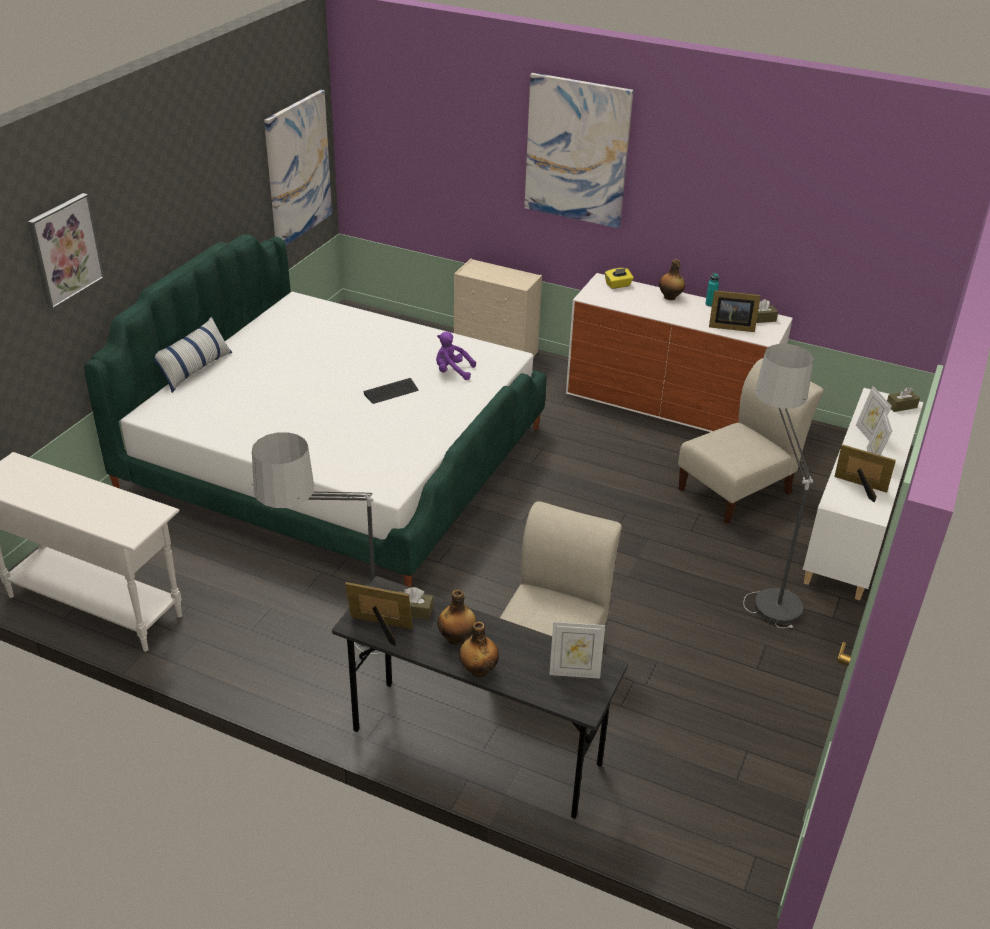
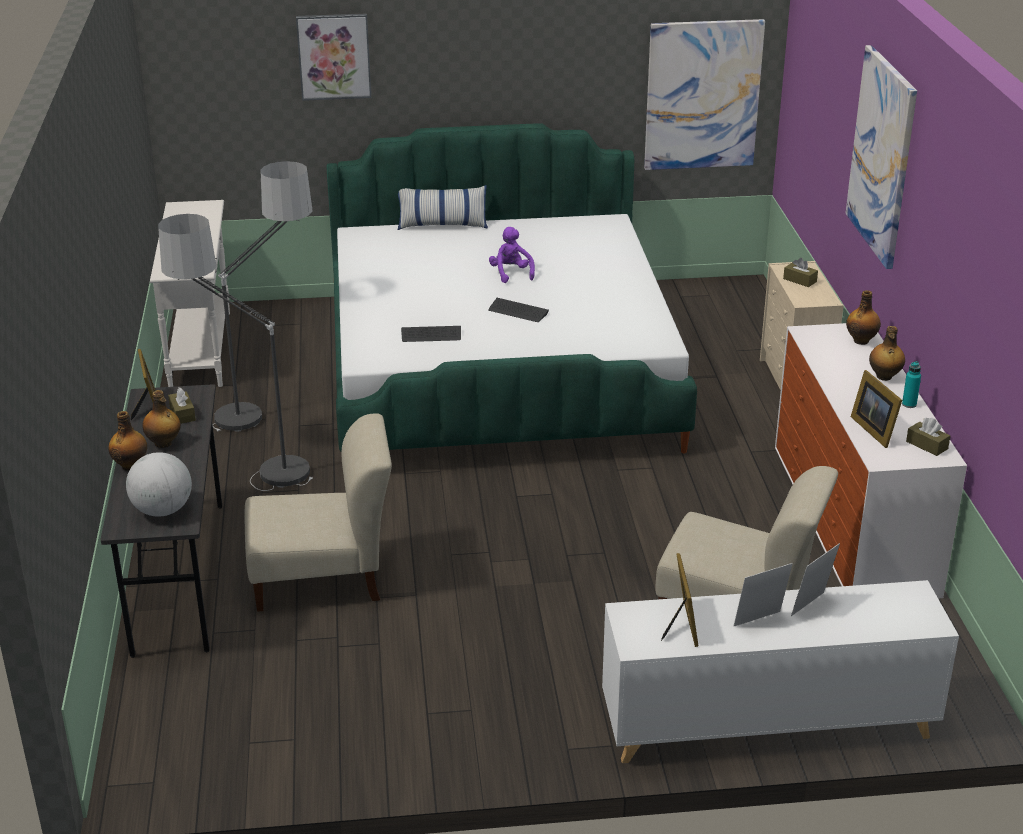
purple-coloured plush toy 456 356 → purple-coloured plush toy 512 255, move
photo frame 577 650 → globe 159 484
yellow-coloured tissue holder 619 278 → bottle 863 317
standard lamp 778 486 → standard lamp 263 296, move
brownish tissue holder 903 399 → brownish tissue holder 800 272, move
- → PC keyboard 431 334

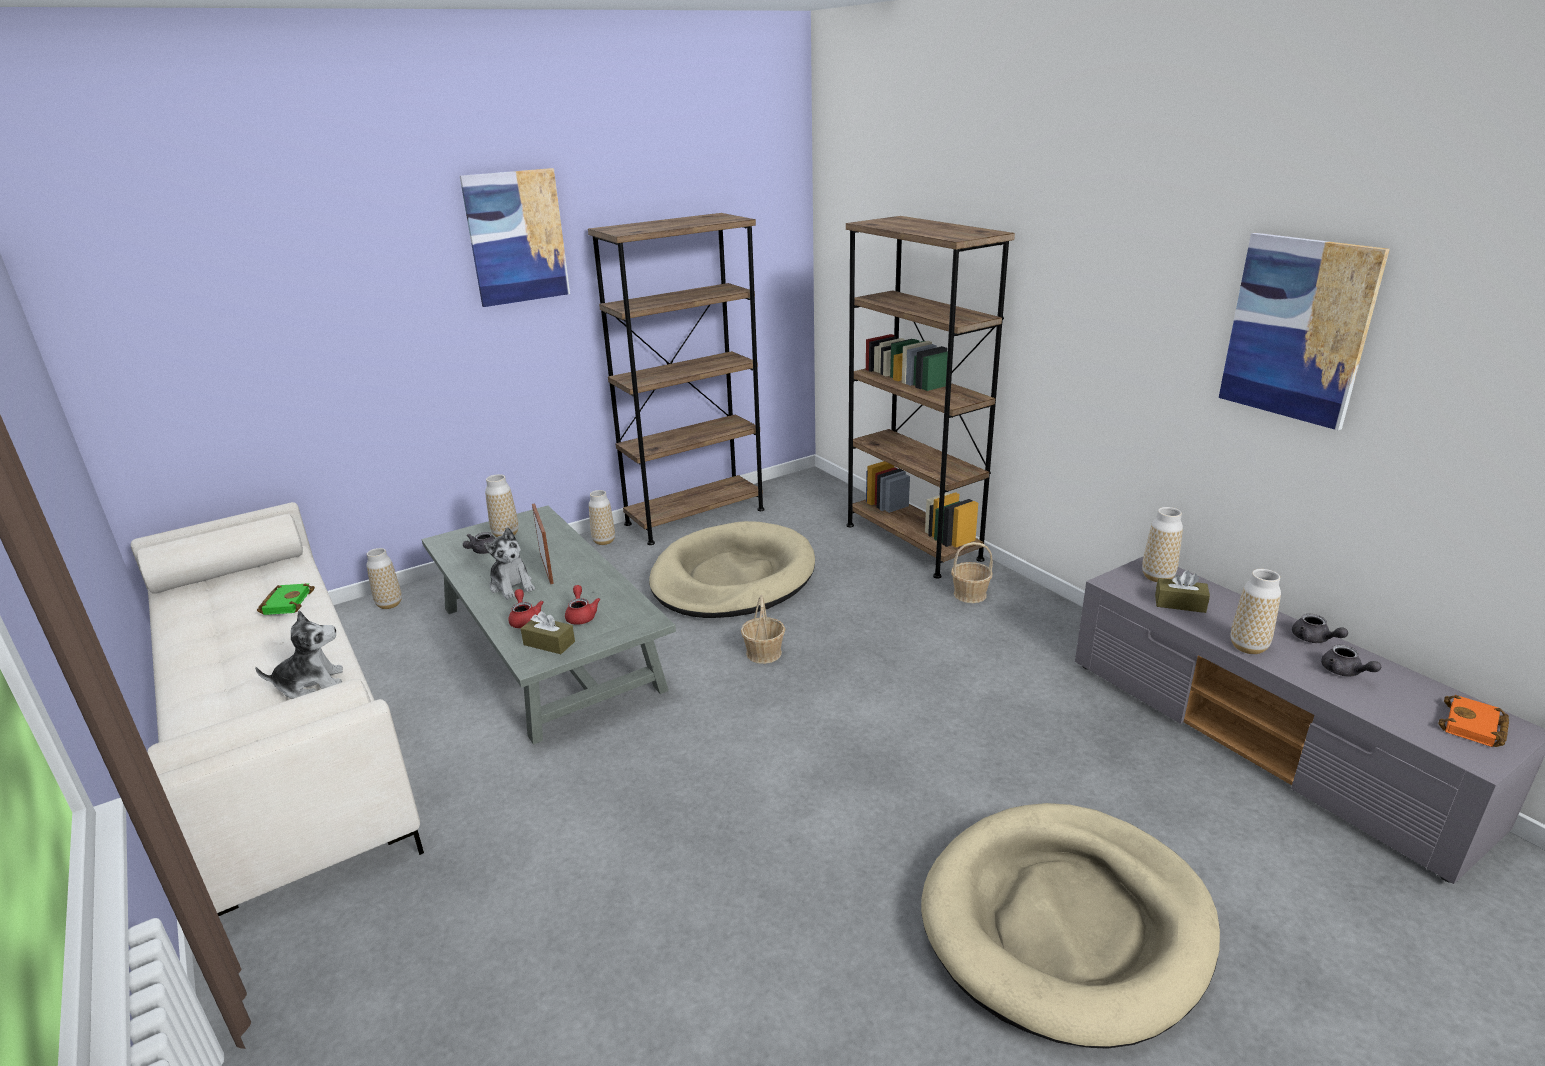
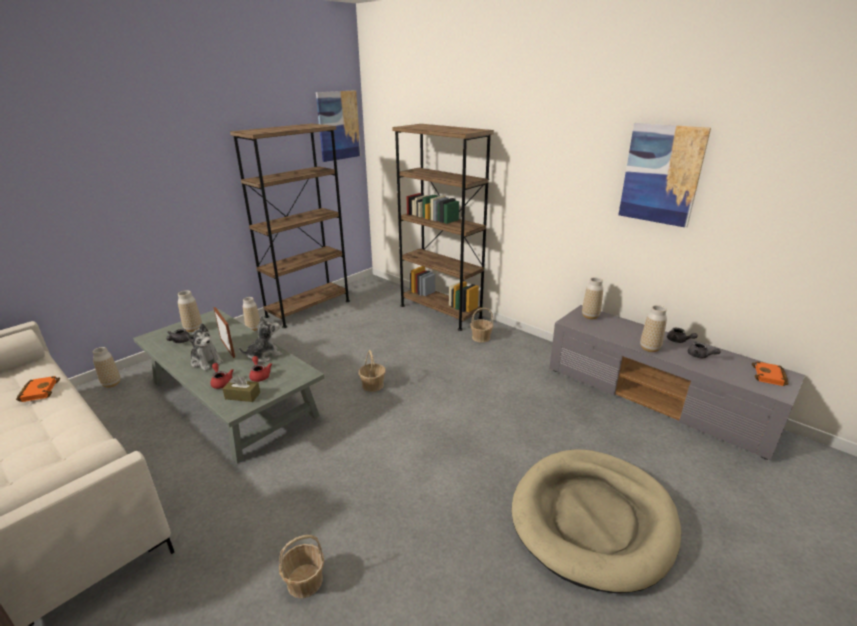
plush toy 299 654 → plush toy 260 339, move
green book 286 599 → orange book 38 389
wall picture 515 237 → wall picture 338 126, move
sand-coloured dog cushion 732 569 → -
brownish tissue holder 1182 591 → -
- → basket 301 566

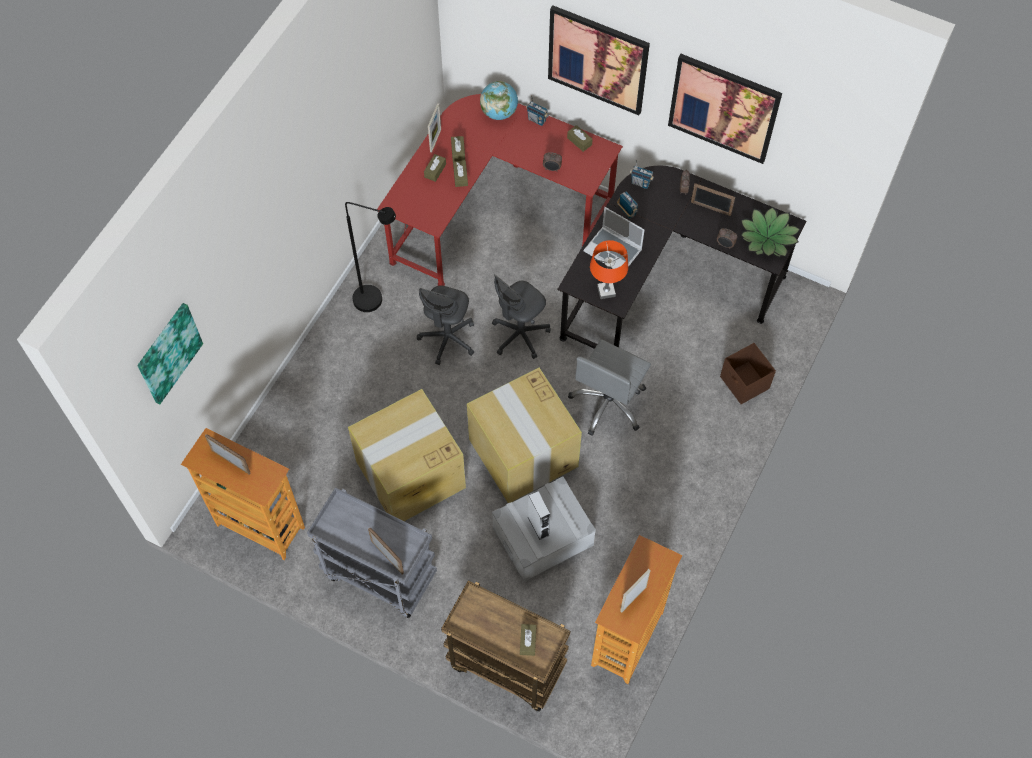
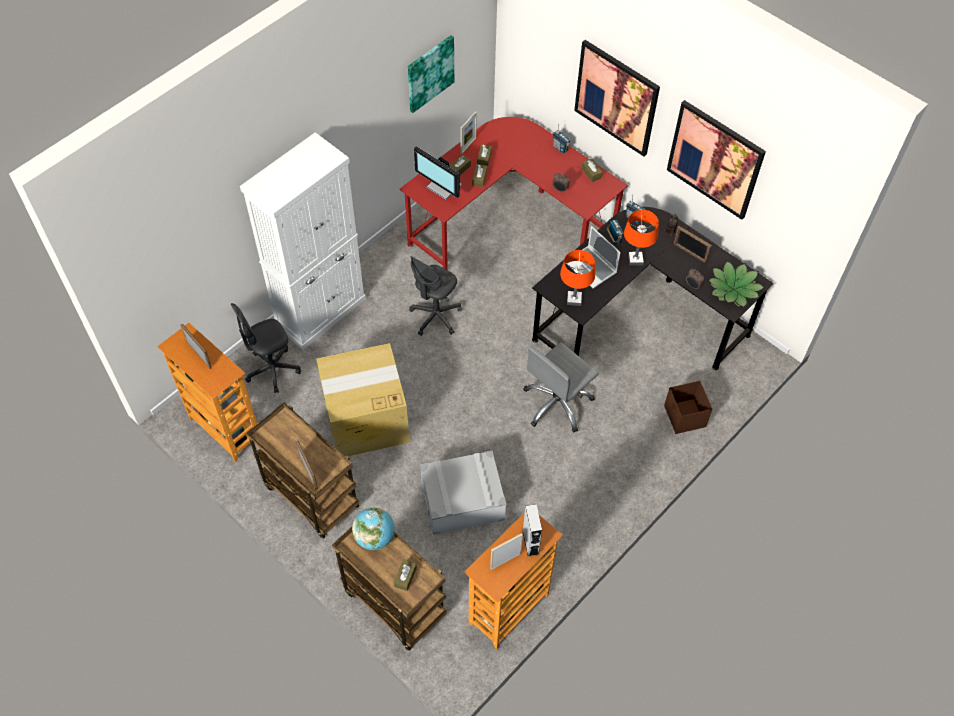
wall picture 170 353 → wall picture 431 74, move
greyish cart 372 552 → brownish cart 303 471
blackish standard lamp 370 257 → -
cardboard box 524 435 → -
globe 499 100 → globe 373 529, move
greyish office chair 521 316 → greyish office chair 266 348, move
greyish loudspeaker 539 515 → greyish loudspeaker 532 530, move
- → white cabinet 303 241
- → computer display 438 173
- → orange tabletop lamp 641 238

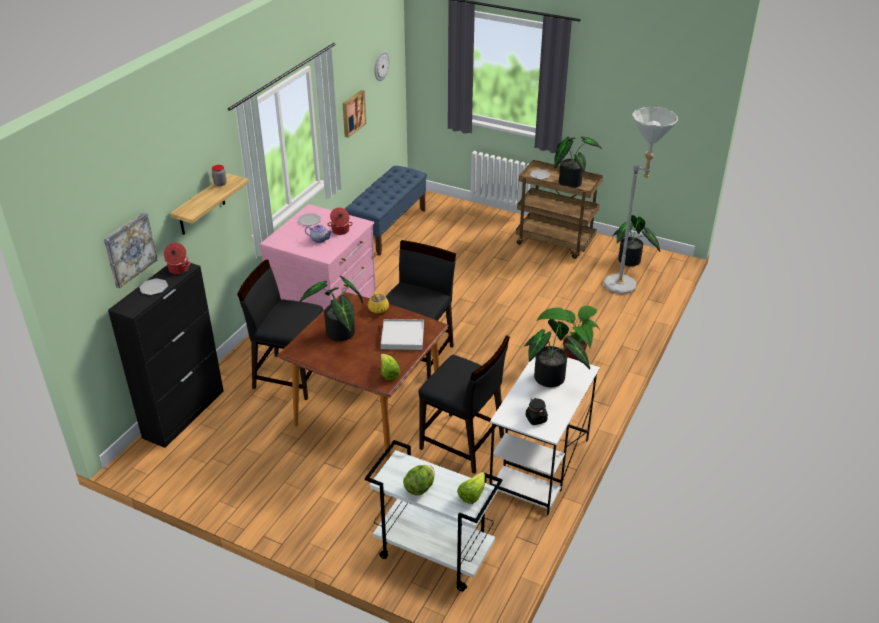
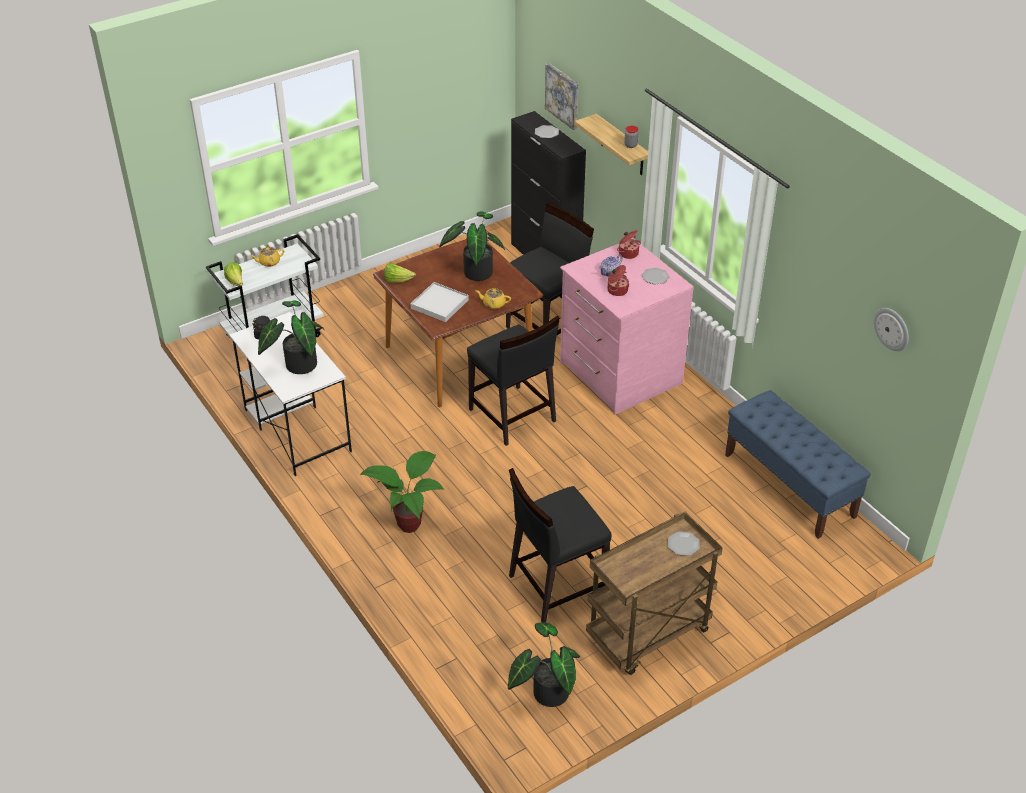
stockpot 177 258 → stockpot 629 244, move
wall picture 354 114 → -
lettuce head 419 480 → yellow-coloured pot for tea 267 257
blackish upright chair 464 404 → blackish upright chair 560 545, move
potted plant 578 162 → -
greyish standard lamp 640 200 → -

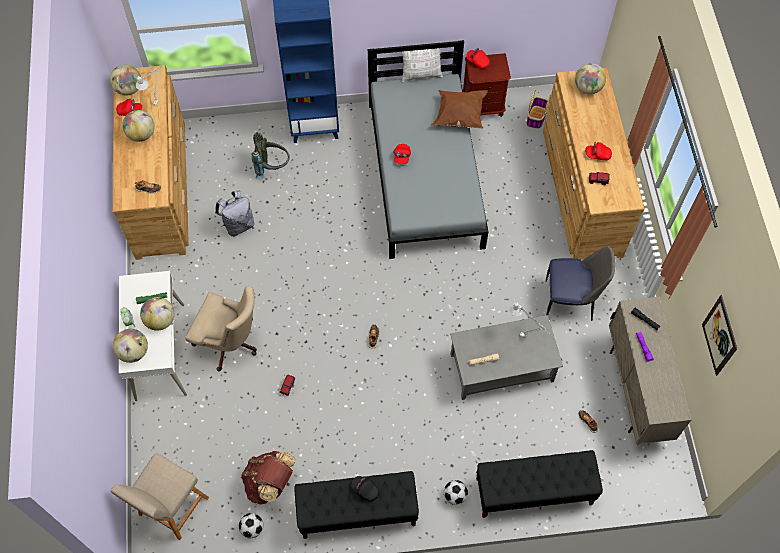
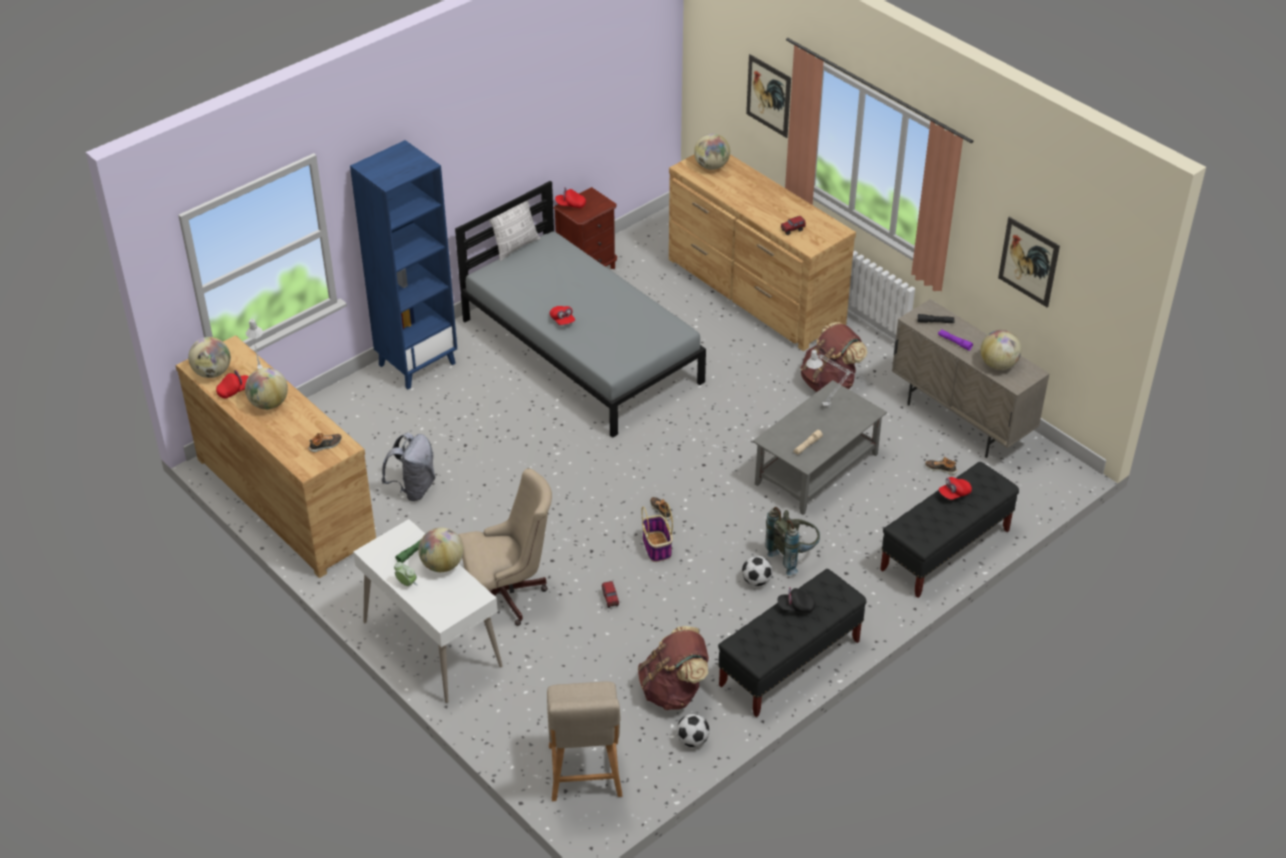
globe 130 346 → globe 1001 350, move
greyish knapsack 271 155 → greyish knapsack 792 541, move
brownish pillow 459 109 → -
football ball 456 492 → football ball 757 571, move
basket 538 109 → basket 657 532, move
upright chair 580 283 → brownish knapsack 833 357
reddish peaked cap 598 151 → reddish peaked cap 955 488, move
- → wall picture 768 96

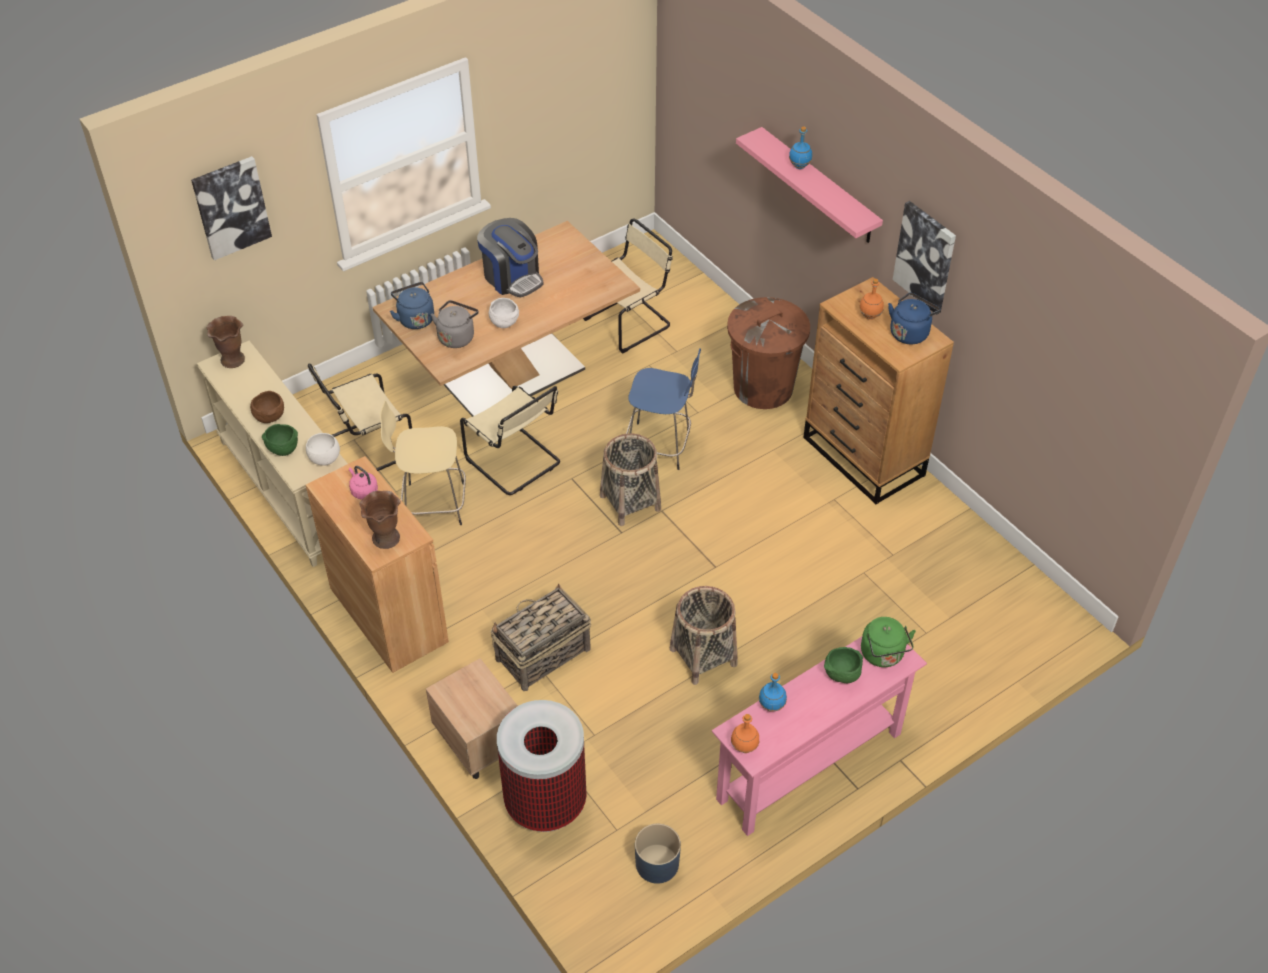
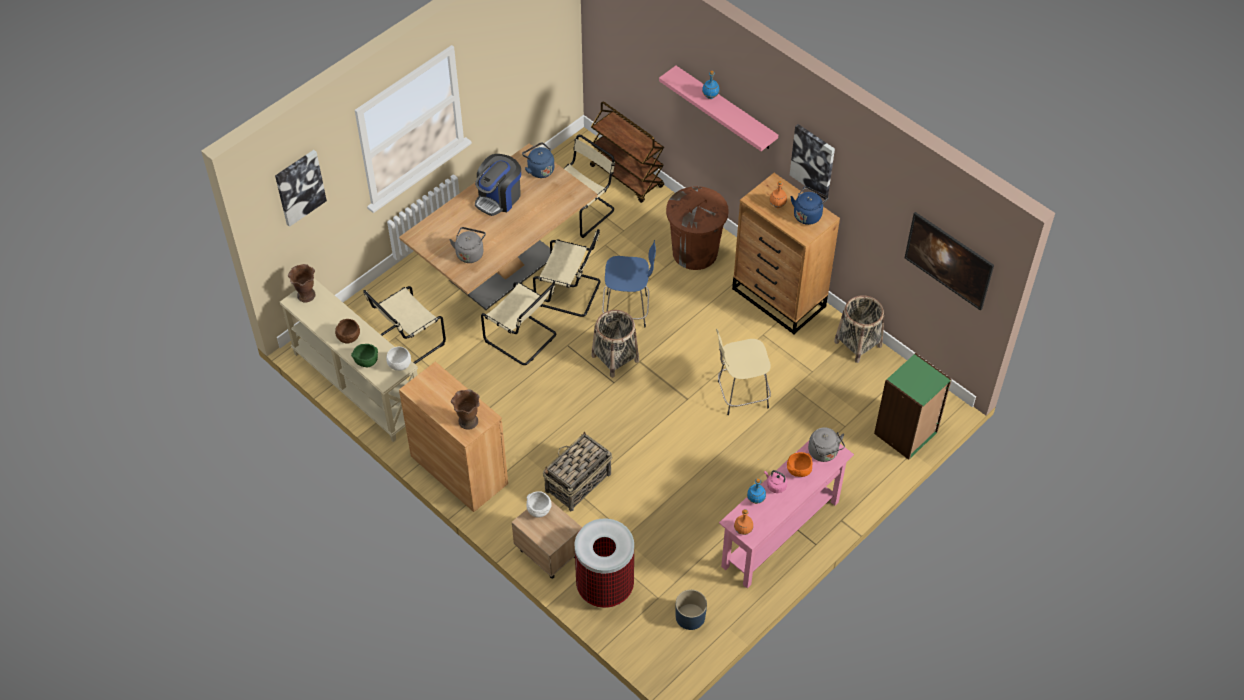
pinkish tea kettle 363 483 → pinkish tea kettle 775 481, move
sand-coloured stool 423 463 → sand-coloured stool 743 372, move
blue-coloured tea kettle 412 305 → blue-coloured tea kettle 538 160, move
coffee brewer 510 257 → coffee brewer 498 185, 90 degrees clockwise
white deep dish 504 313 → white deep dish 539 504, move
basket 704 635 → basket 859 329, move
green deep dish 843 665 → orange deep dish 799 464
green tea kettle 888 642 → greyish tea kettle 826 444
- → sand-coloured upright chair 567 273
- → brownish cart 627 152
- → green shelving unit 913 406
- → wall picture 949 261

